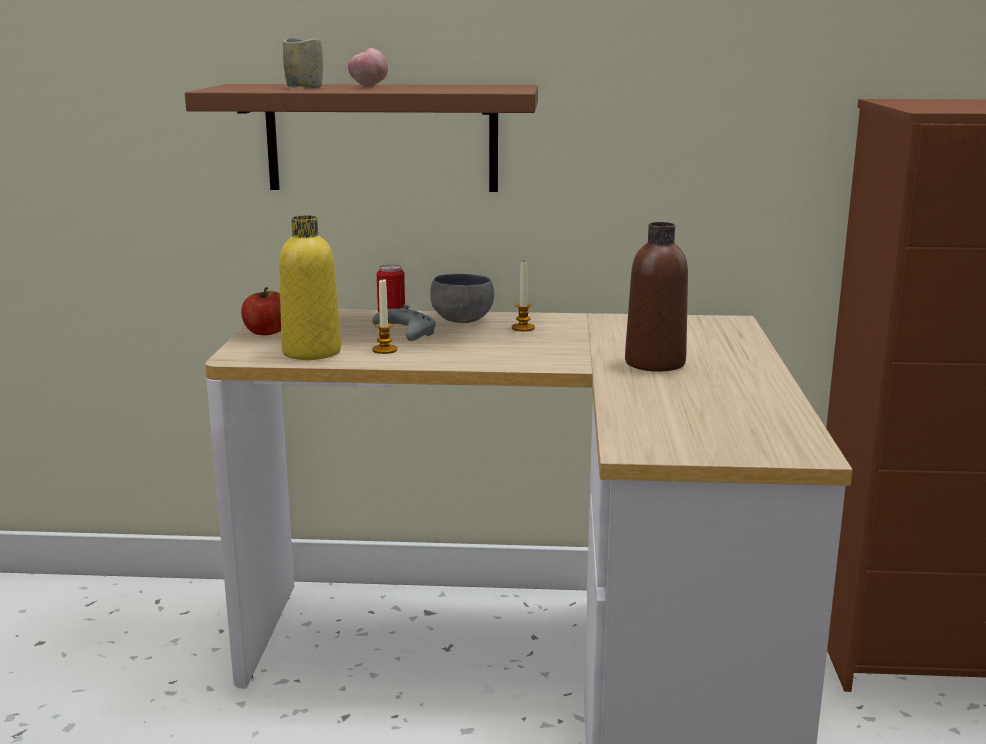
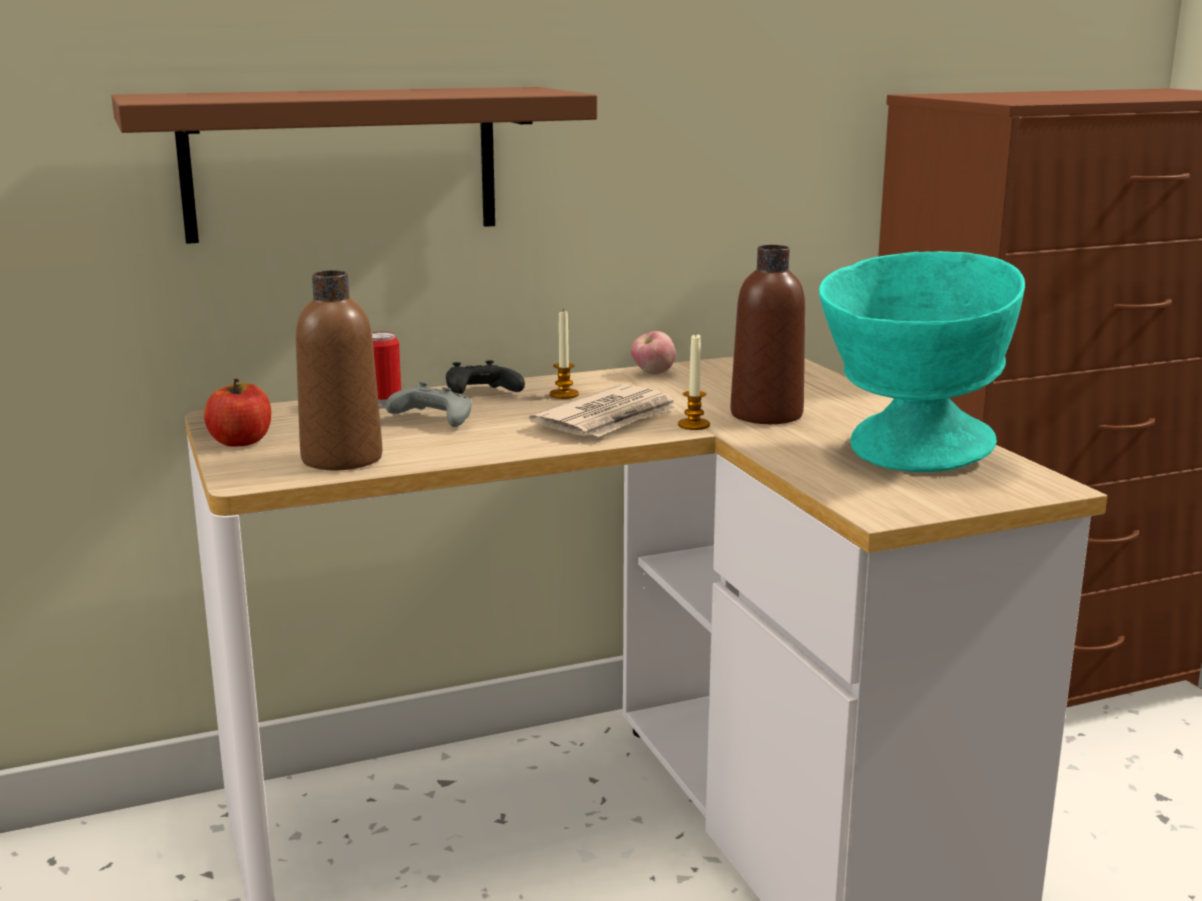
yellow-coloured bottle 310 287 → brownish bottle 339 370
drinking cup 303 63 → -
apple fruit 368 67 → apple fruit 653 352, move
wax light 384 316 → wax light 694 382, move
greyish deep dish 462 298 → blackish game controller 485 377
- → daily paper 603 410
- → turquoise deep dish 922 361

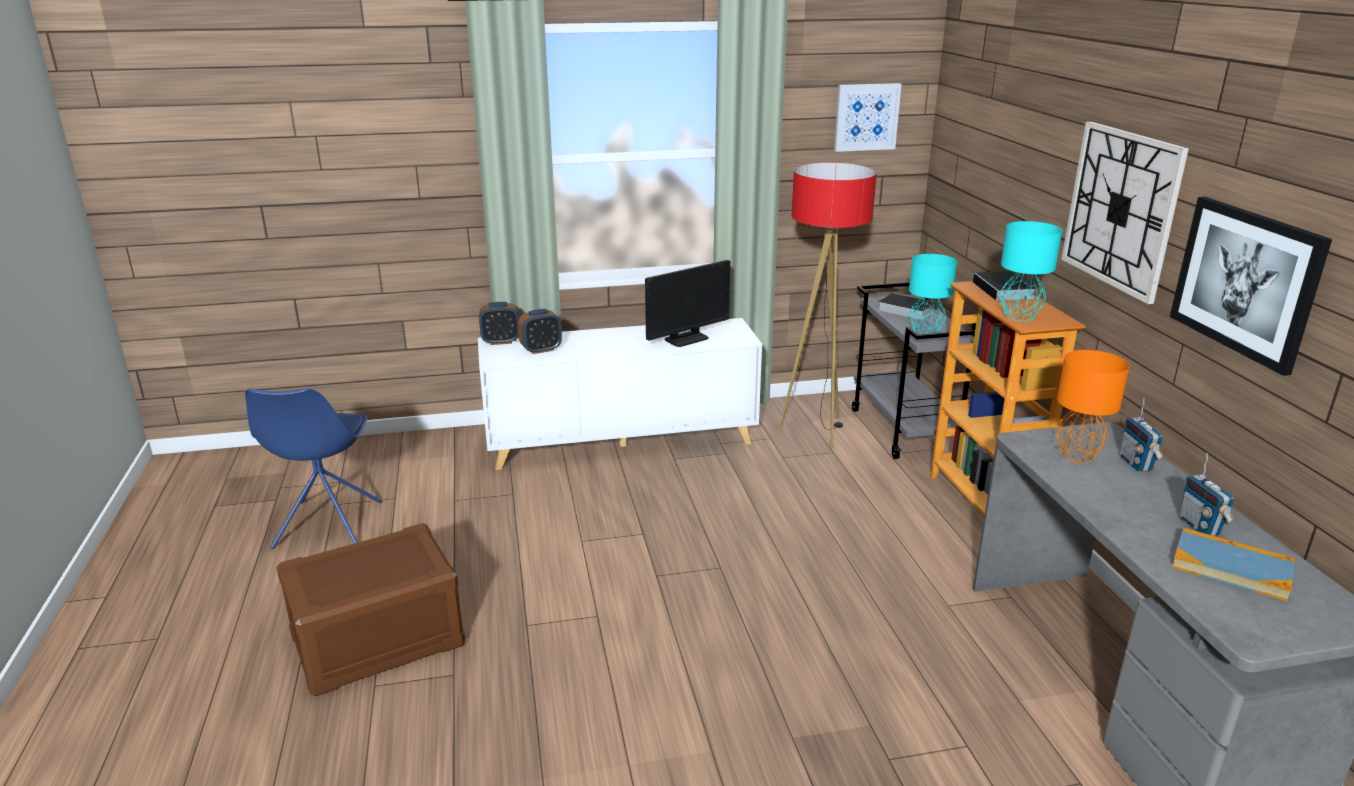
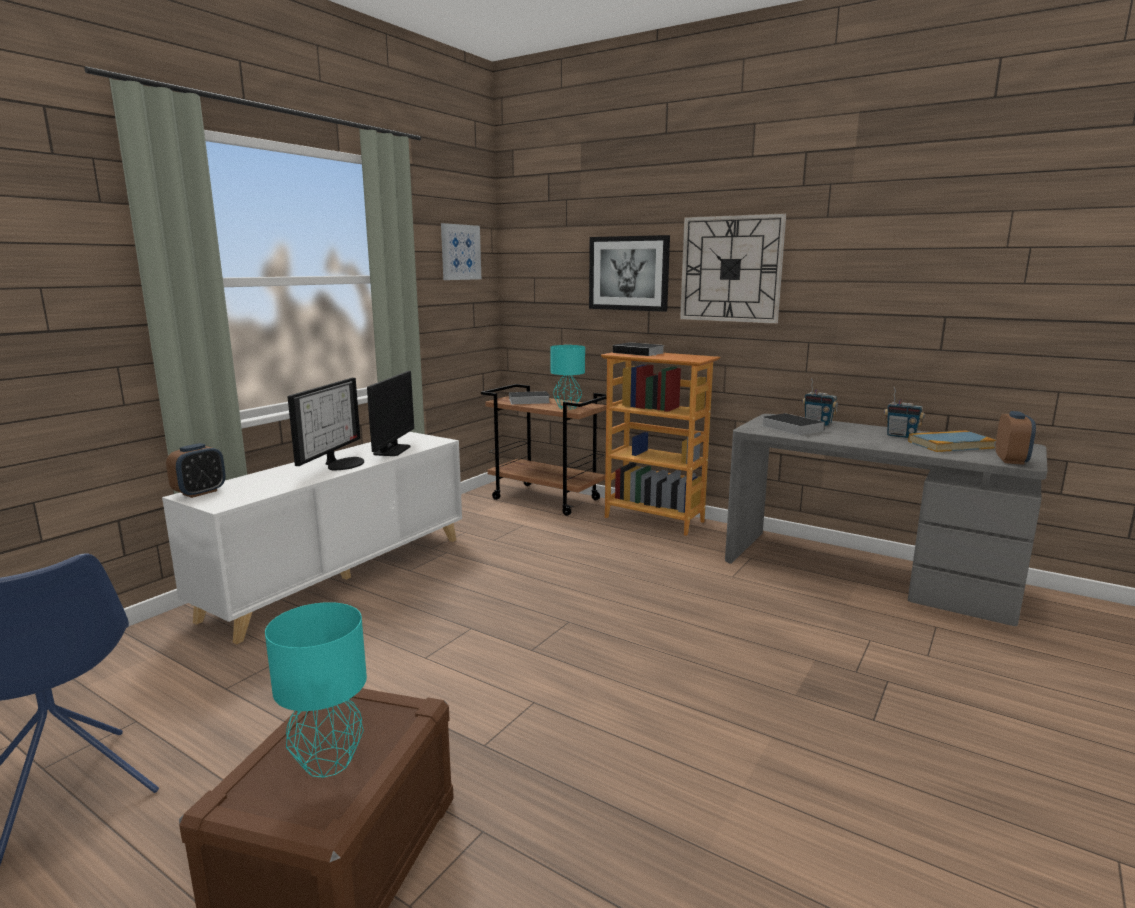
bedside clock 540 331 → bedside clock 1015 438, move
standard lamp 828 305 → -
greyish cart 914 370 → brownish cart 544 450
turquoise tabletop lamp 1031 271 → turquoise tabletop lamp 316 690, move
orange tabletop lamp 1092 406 → book 793 424
wall picture 1251 286 → wall picture 629 273, move
- → computer display 326 424

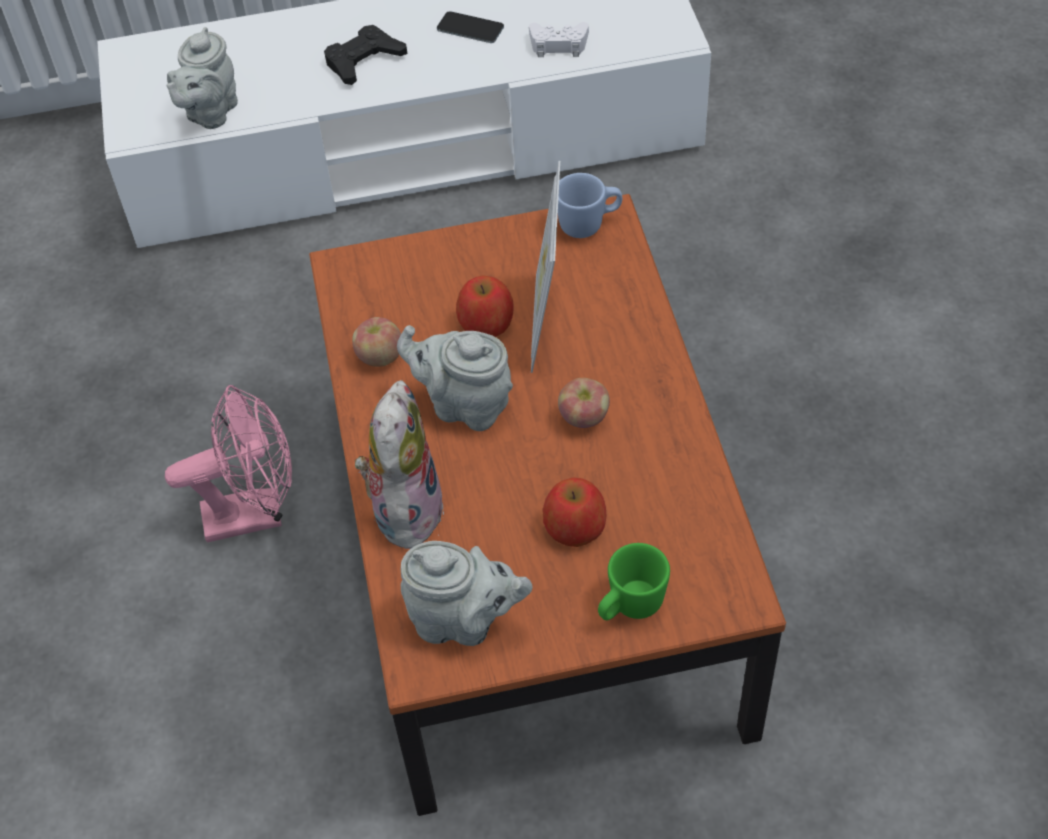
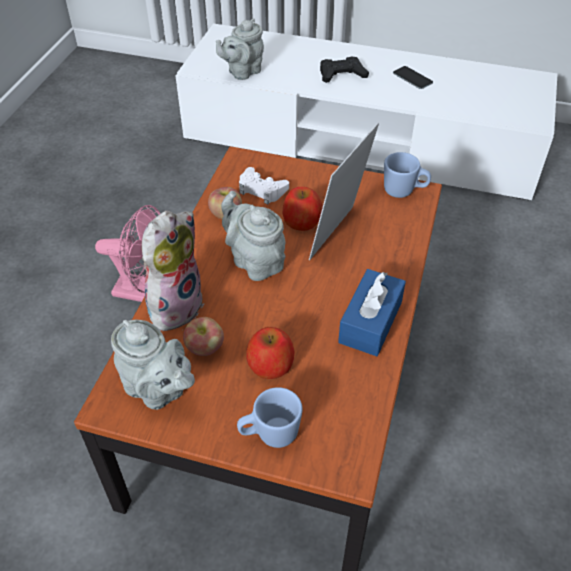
white game controller 559 39 → white game controller 264 185, move
apple fruit 584 403 → apple fruit 203 336, move
green coffee mug 634 581 → blue-coloured coffee mug 269 417
- → blue-coloured tissue holder 372 312

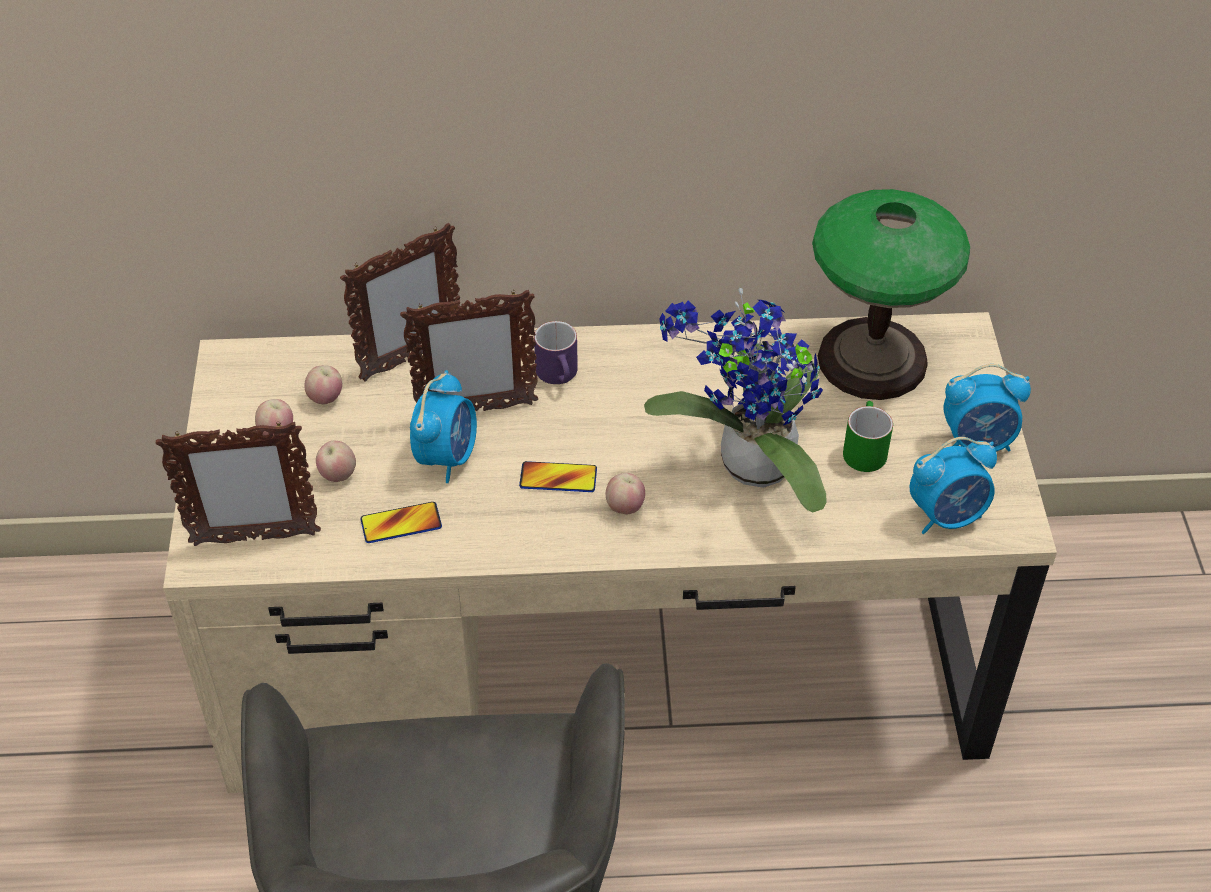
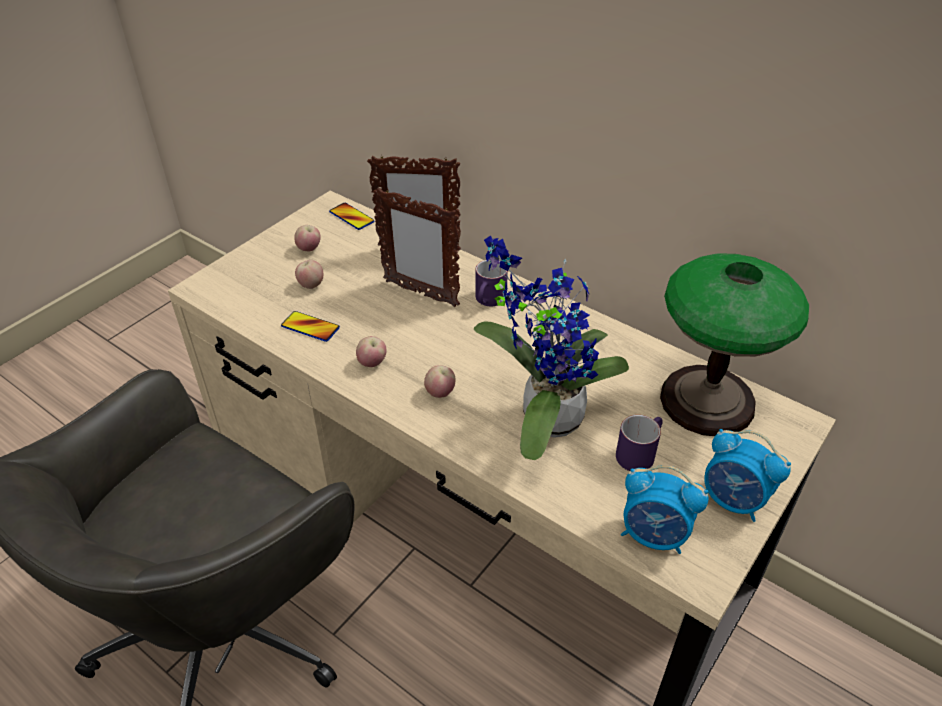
photo frame 238 483 → -
apple fruit 323 384 → apple fruit 371 351, move
bedside clock 443 426 → -
phone 558 476 → phone 351 216, move
green coffee mug 868 436 → purple-coloured coffee mug 639 443

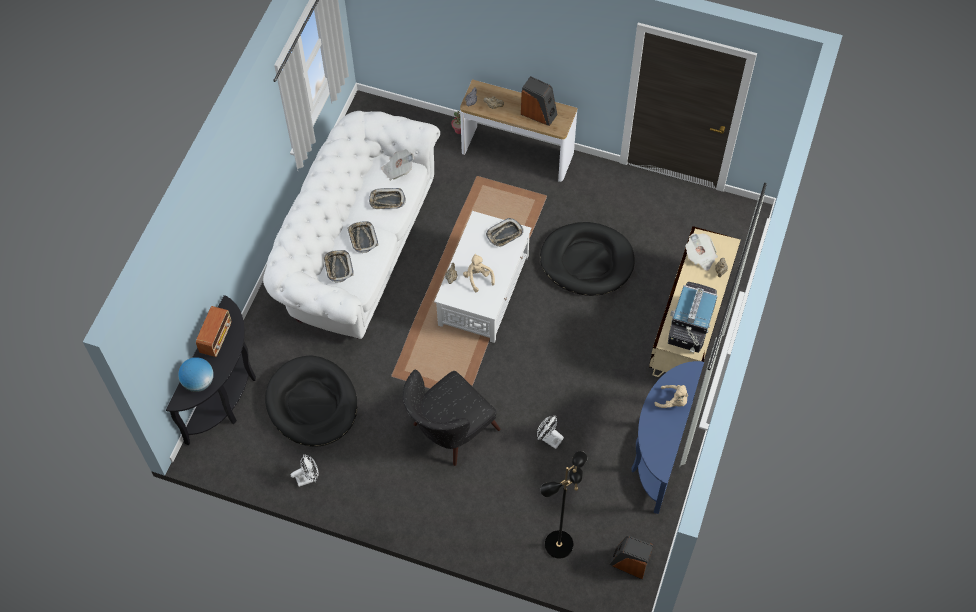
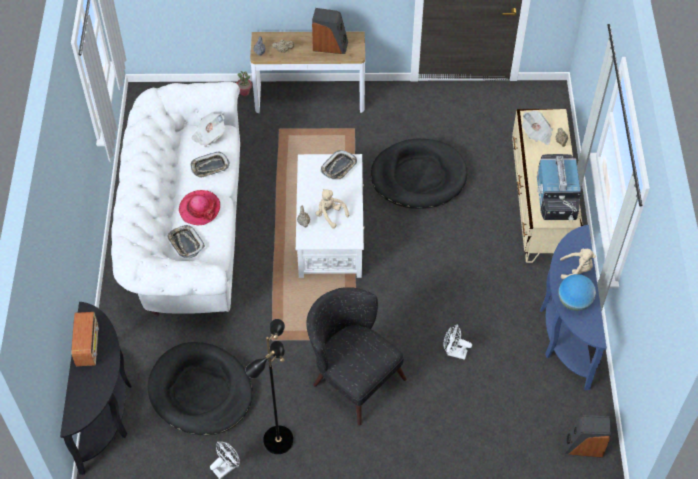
globe 196 374 → globe 577 292, move
serving tray 362 237 → clothing hat 199 207
blackish easy chair 451 418 → blackish easy chair 356 356, 105 degrees clockwise
blackish standard lamp 564 505 → blackish standard lamp 270 386, move

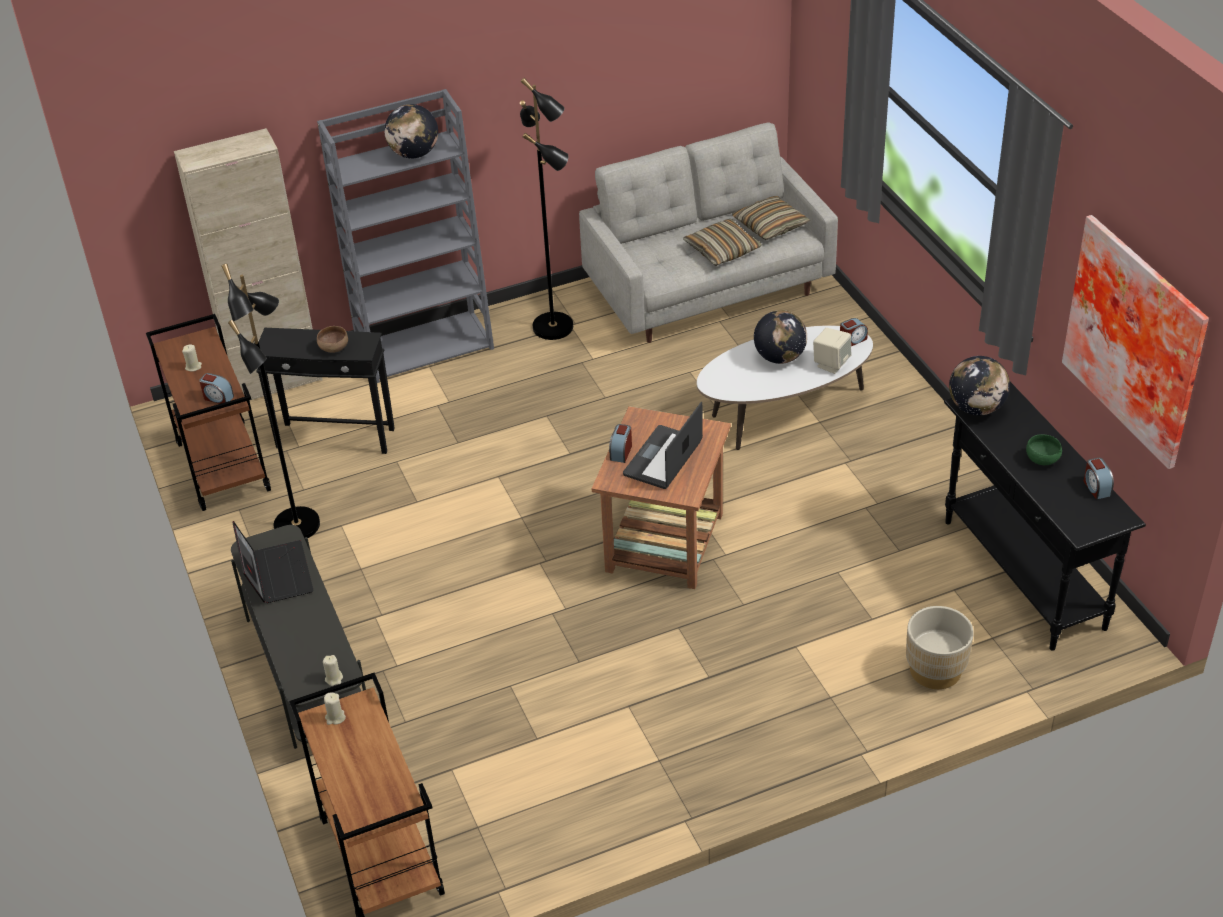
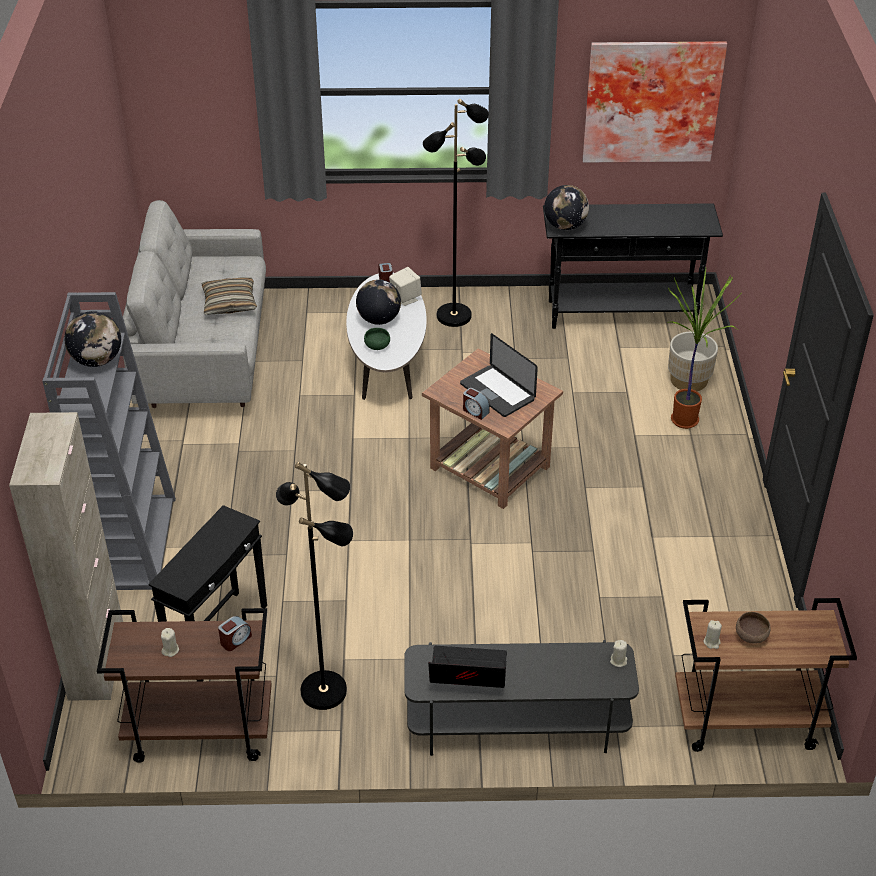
brownish deep dish 332 339 → brownish deep dish 753 628, move
blackish standard lamp 546 209 → blackish standard lamp 456 213, move
pillow 771 218 → -
green deep dish 1044 449 → green deep dish 377 339, move
bedside clock 1099 479 → -
- → potted plant 704 348

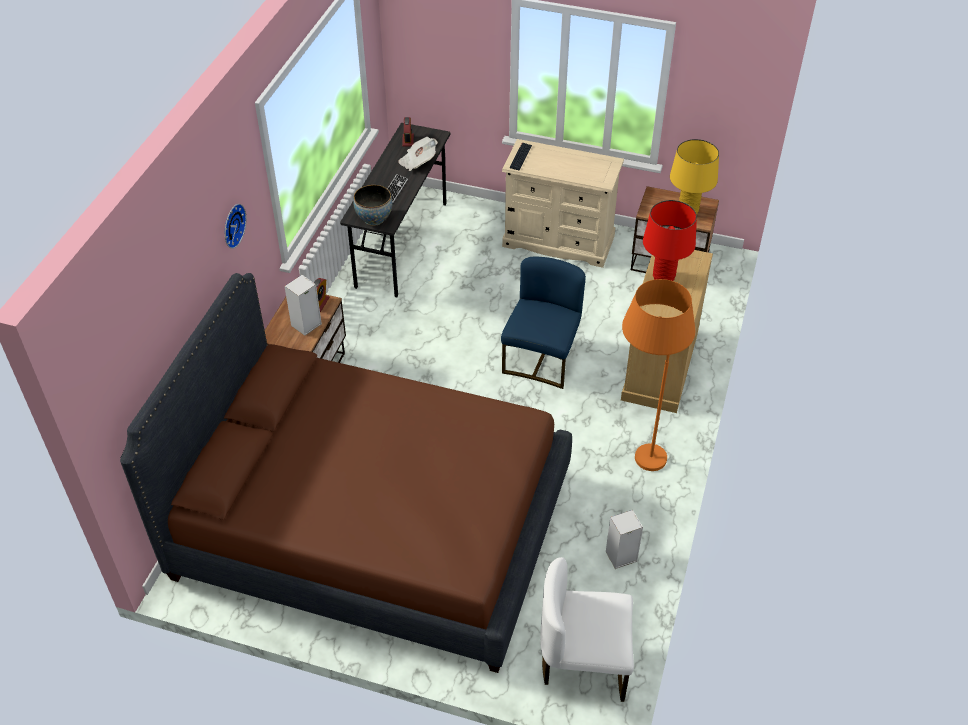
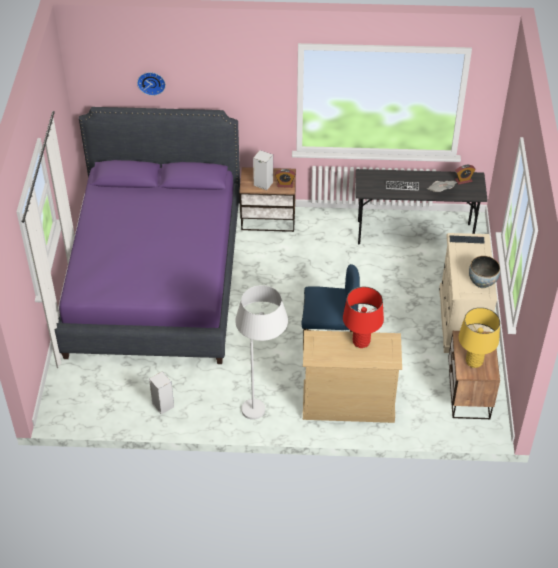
brownish bedroom bed 346 473 → purple-coloured bedroom bed 147 235
clock on the wall 236 226 → clock on the wall 151 84, move
deep dish 373 205 → deep dish 484 272, move
white upright chair 587 629 → -
orange standard lamp 659 375 → white standard lamp 261 352

